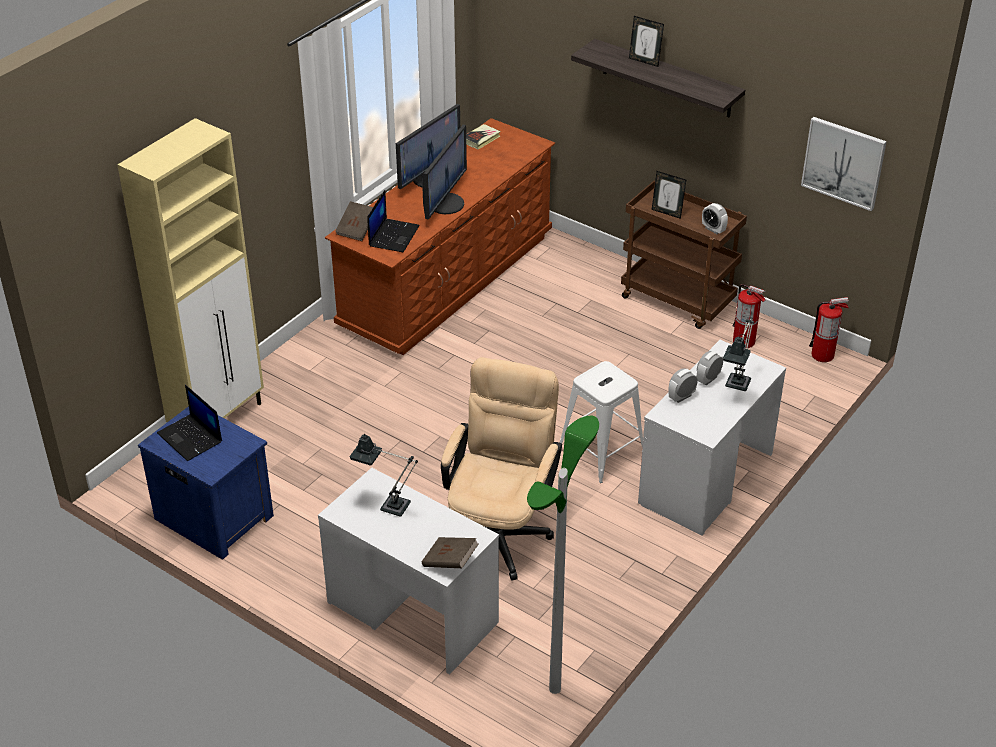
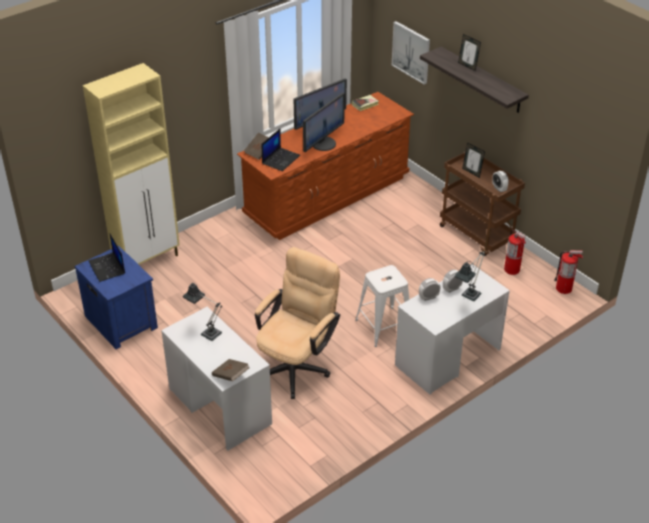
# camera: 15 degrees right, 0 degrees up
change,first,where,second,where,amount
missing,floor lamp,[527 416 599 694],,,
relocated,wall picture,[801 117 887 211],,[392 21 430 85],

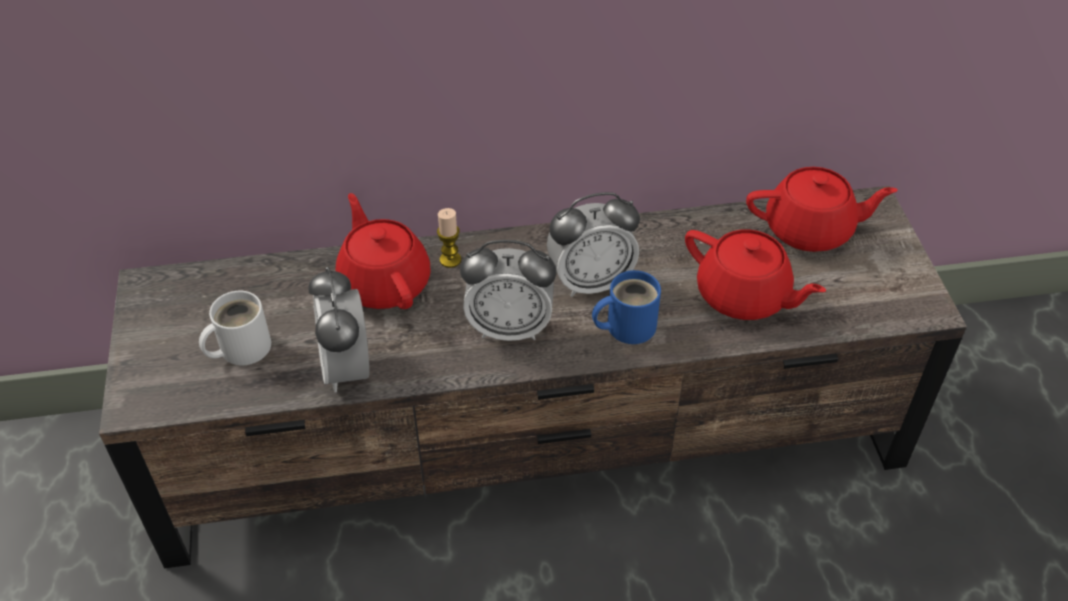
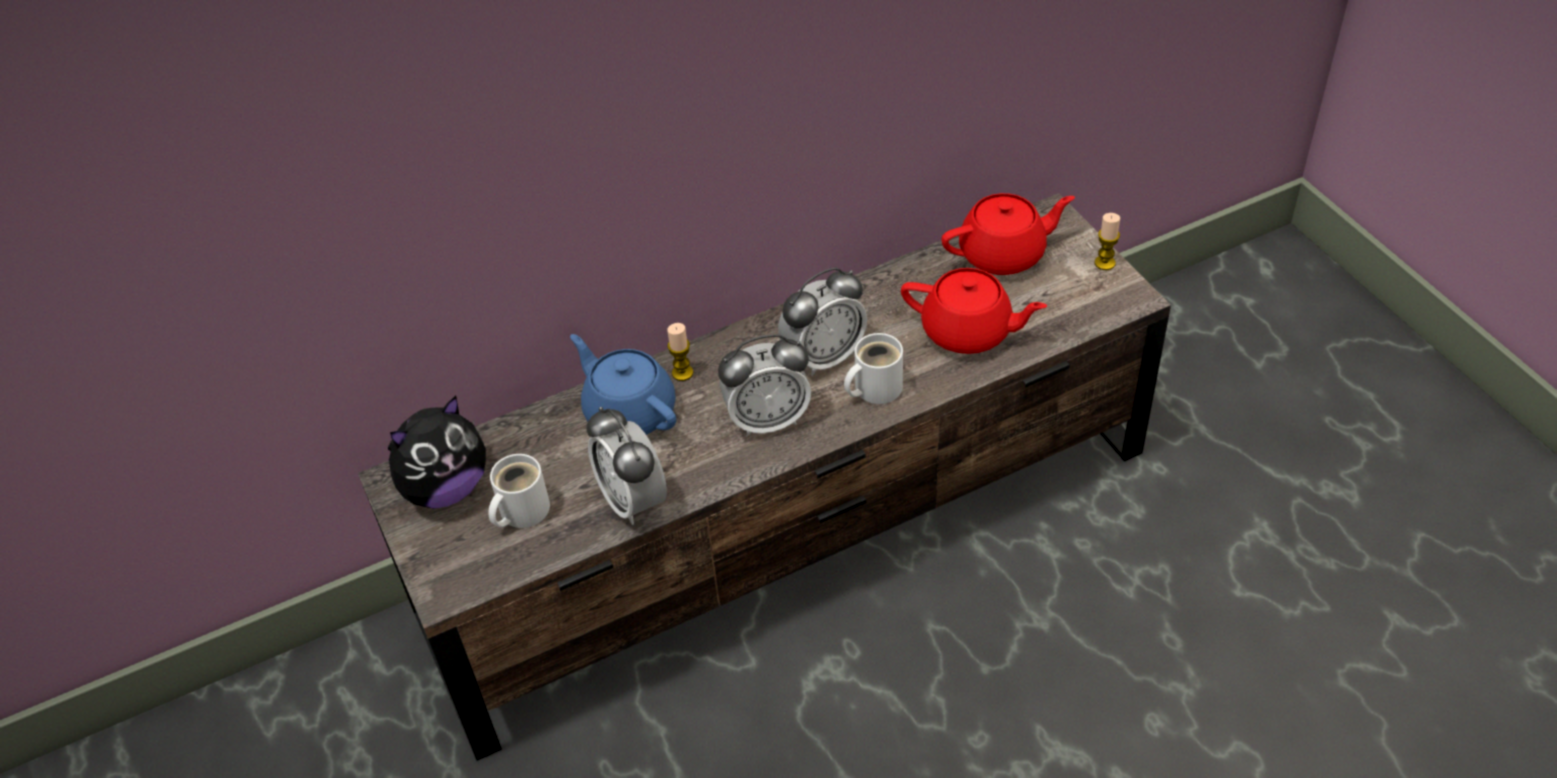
# camera: 15 degrees left, 0 degrees up
change,first,where,second,where,amount
colour,reddish teapot,[335 193 430 309],bluish teapot,[570 334 676 435],
colour,bluish coffee mug,[592 270 661 344],whitish coffee mug,[844 333 903 404],
appeared,,,cuddly toy,[388 396 486 508],
appeared,,,candle,[1095 213 1120 270],

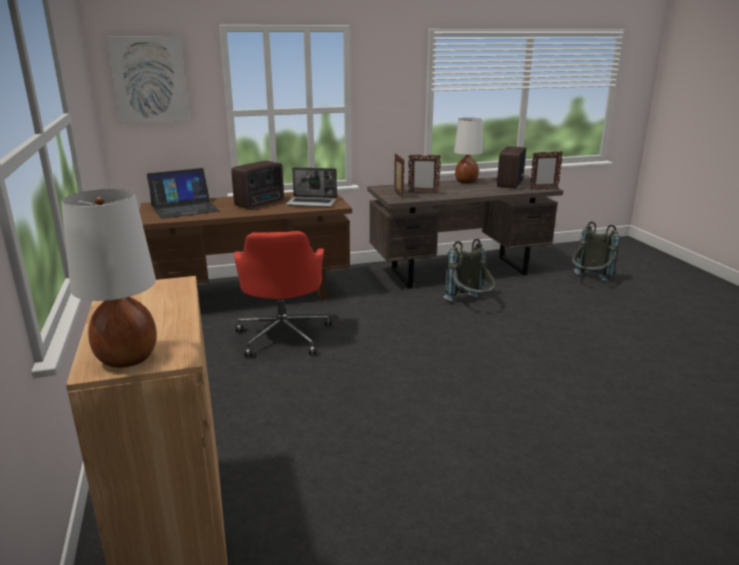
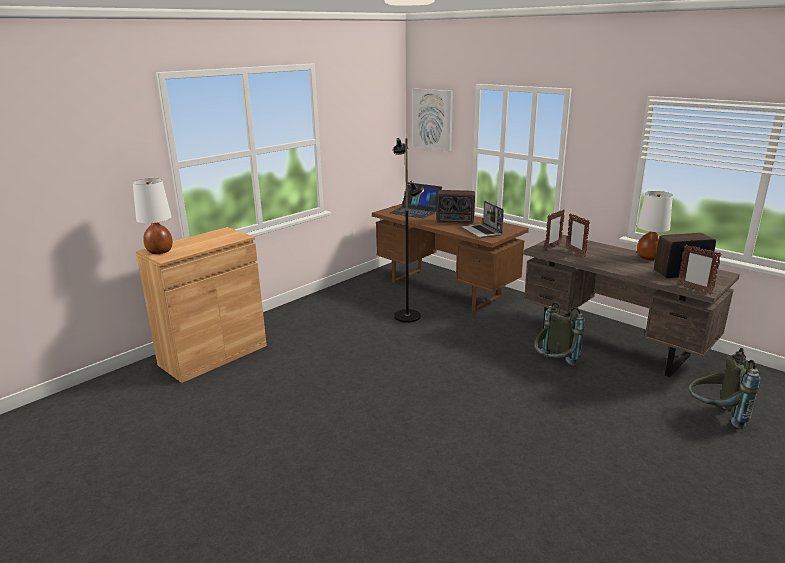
# camera: 60 degrees right, 0 degrees up
change,first,where,second,where,amount
exchanged,reddish desk chair,[234 231 331 357],blackish floor lamp,[393 138 425 323],

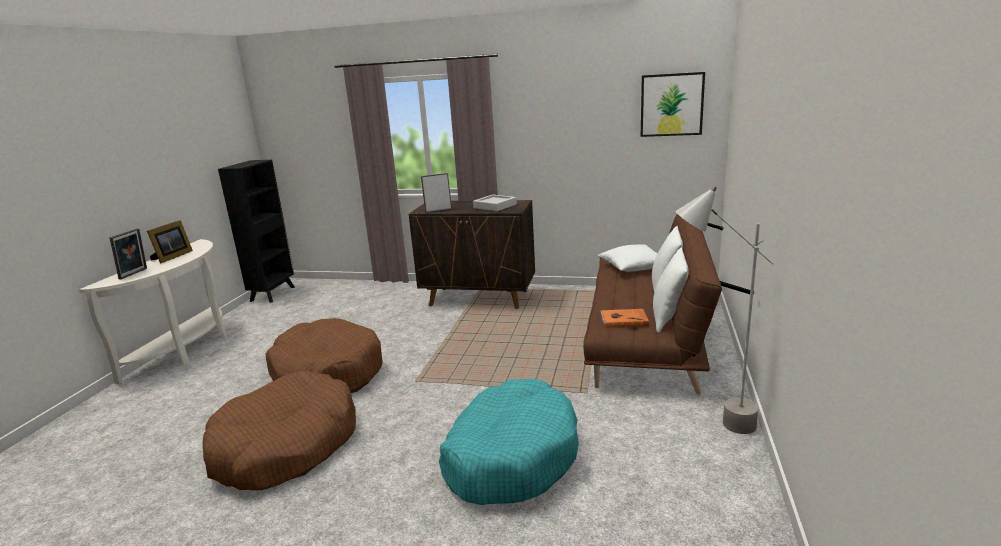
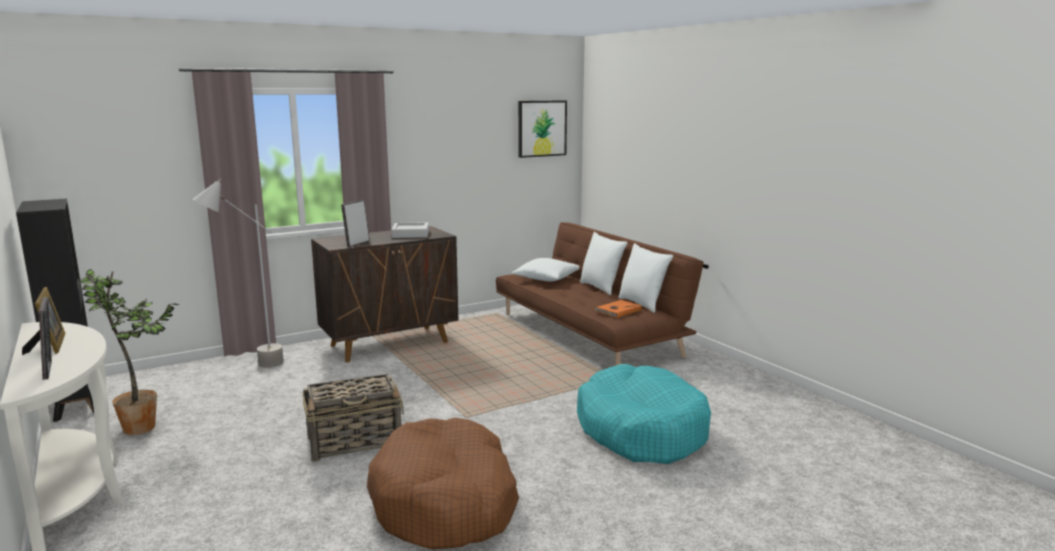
# camera: 45 degrees left, 5 degrees down
change,first,where,second,where,amount
exchanged,brown-coloured pet bed,[266 318 383 393],basket,[303 374 404 461],
relocated,grey floor lamp,[676 186 774 434],,[192 179 284 368],
appeared,,,plant in a pot,[79 269 180 435],

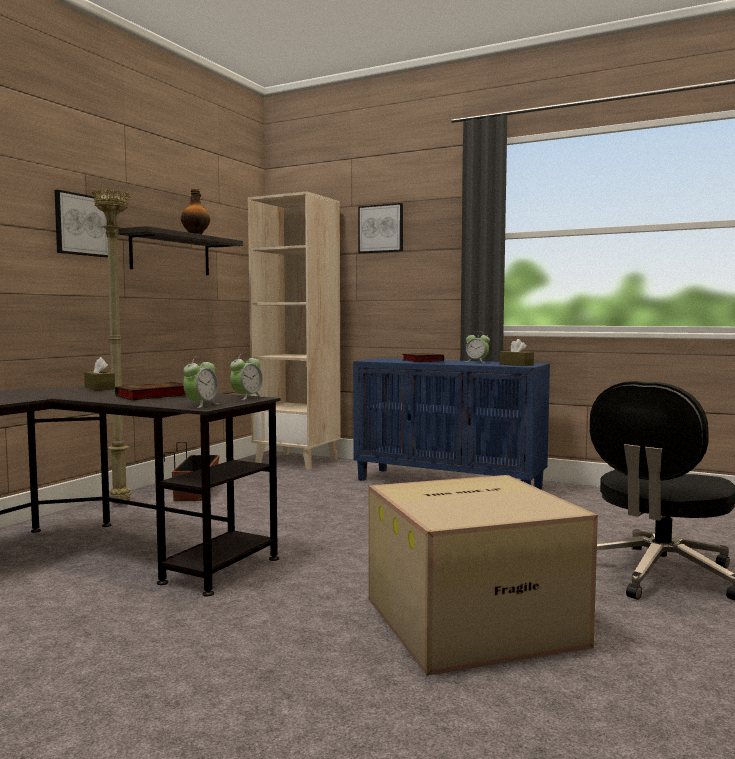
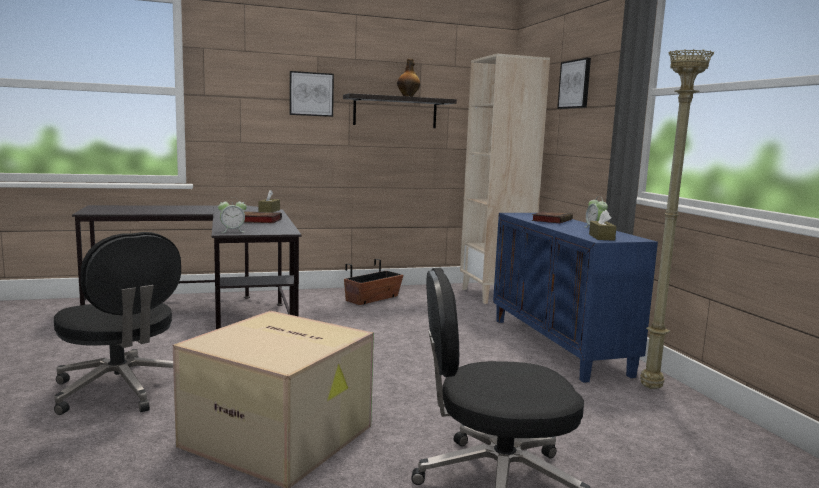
# camera: 45 degrees right, 5 degrees up
change,first,where,second,where,amount
relocated,sand-coloured floor lamp,[91 189 131 505],,[640 49 714 389],
missing,bedside clock,[230 353 263 400],,,
appeared,,,blackish desk chair,[54 232 181 415],

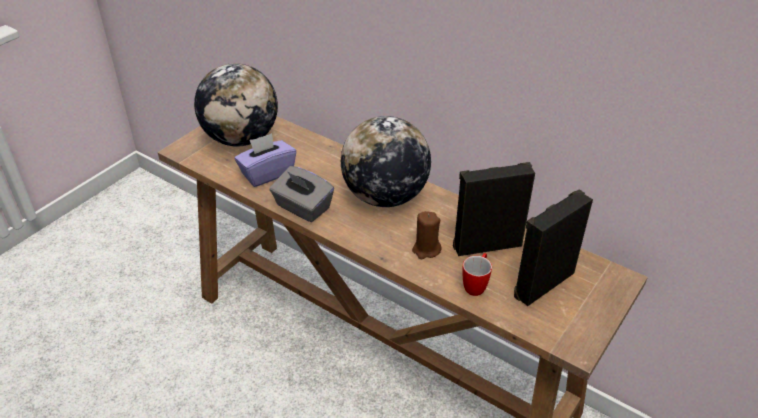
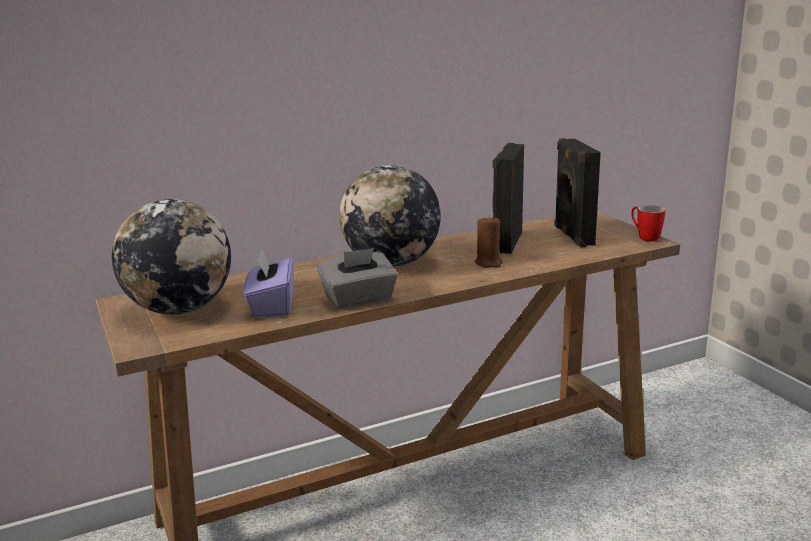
# camera: 60 degrees left, 20 degrees down
change,first,where,second,where,amount
relocated,coffee mug,[462 253 492 296],,[631 205 666 242],

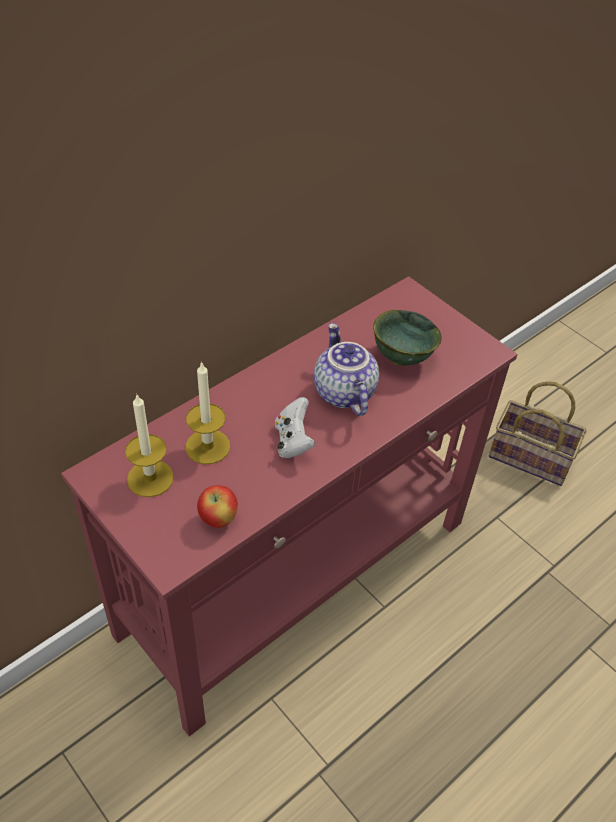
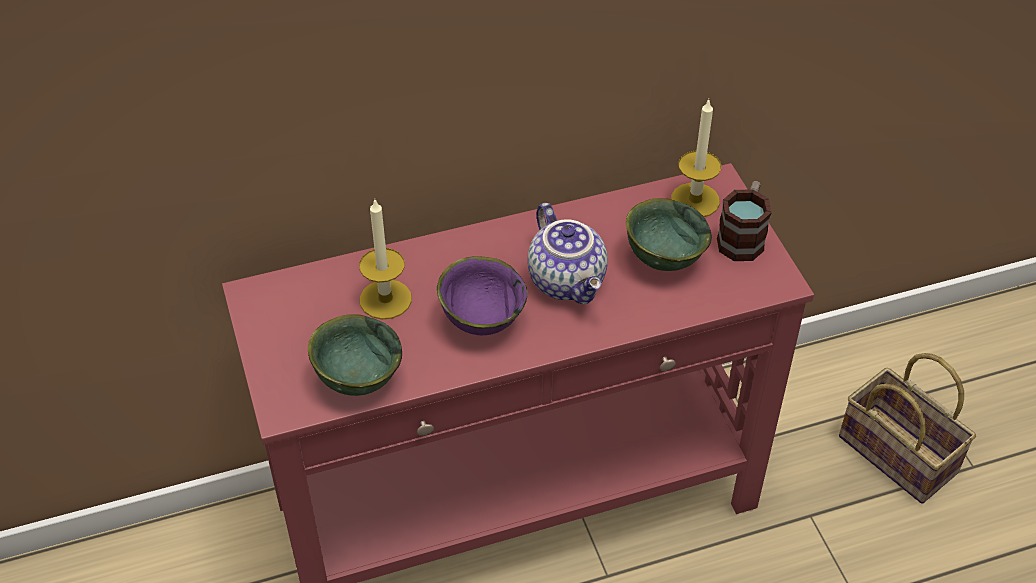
# camera: 25 degrees right, 0 degrees up
change,first,where,second,where,amount
relocated,candle,[125 393 174 497],,[671 98 721 217],
exchanged,apple fruit,[197 485 238 528],greenish serving bowl,[308 314 402 396],
exchanged,whitish game controller,[275 397 315 458],purplish serving bowl,[437 256 528 335],
spun,teapot,[314 323 379 416],,[528 203 608 304],150 degrees clockwise
appeared,,,coffee mug,[717 181 772 261],

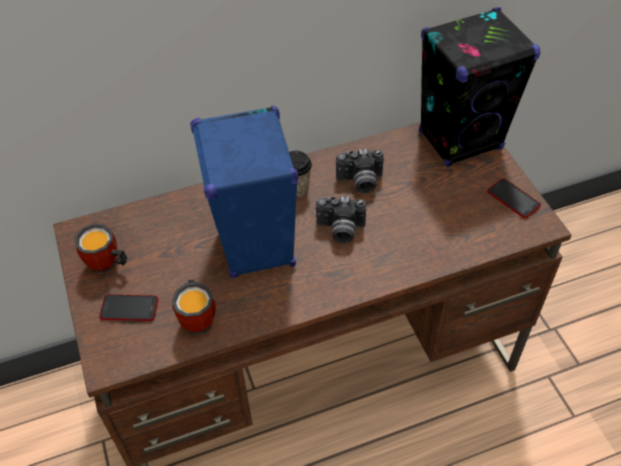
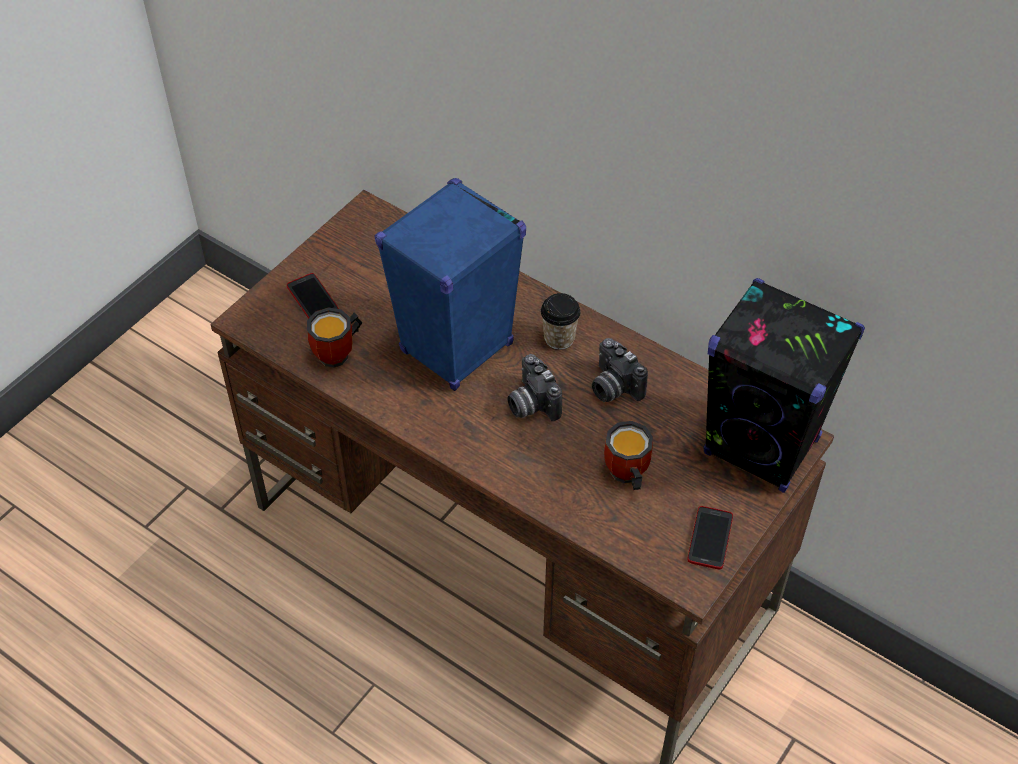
# camera: 55 degrees right, 0 degrees up
change,first,where,second,where,amount
relocated,coffee mug,[75 223 128 274],,[604 421 653 490],

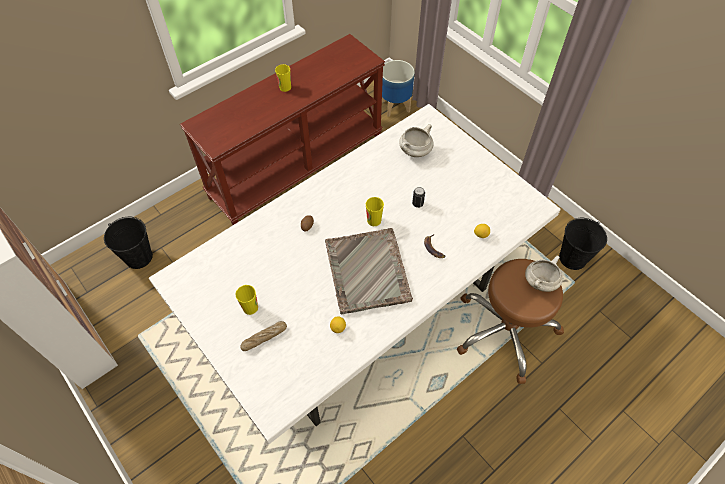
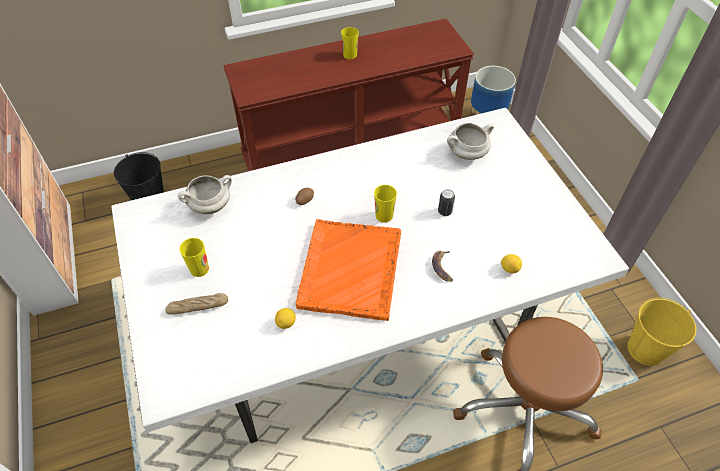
# camera: 20 degrees right, 5 degrees down
change,first,where,second,where,amount
colour,grey tray,[325 228 413 314],orange-coloured tray,[296 219 401 321],
relocated,whitish cooking pot,[525 256 563 292],,[178 175 232 214],
colour,blackish pail,[559 218 607 270],yellowish pail,[627 297 696 366],

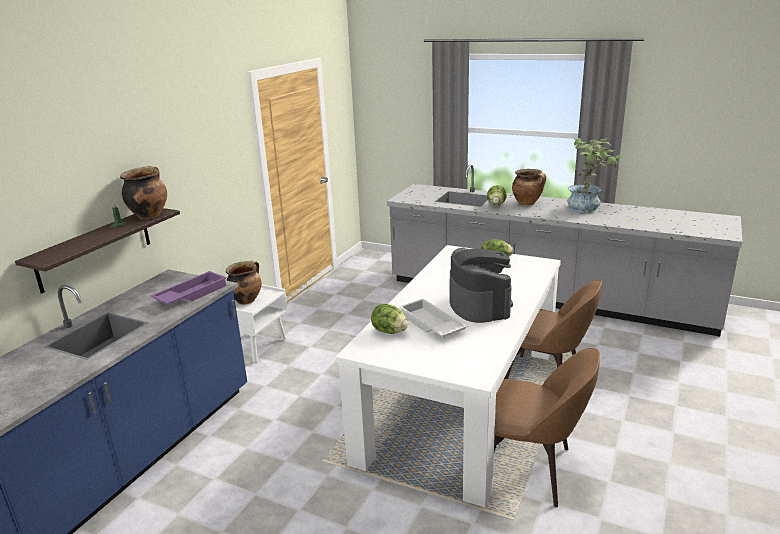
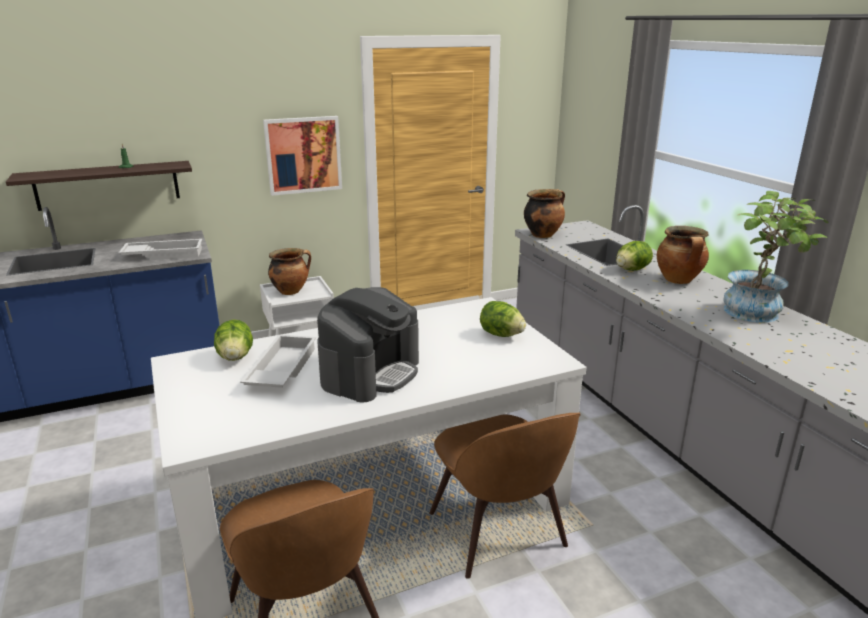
# camera: 40 degrees right, 0 degrees up
change,first,where,second,where,amount
relocated,cooking pot,[120 166 167 219],,[524 189 565 238],
colour,purplish tray,[151 271 227 305],whitish tray,[119 239 202 260],
appeared,,,wall picture,[263 116 342 196],

